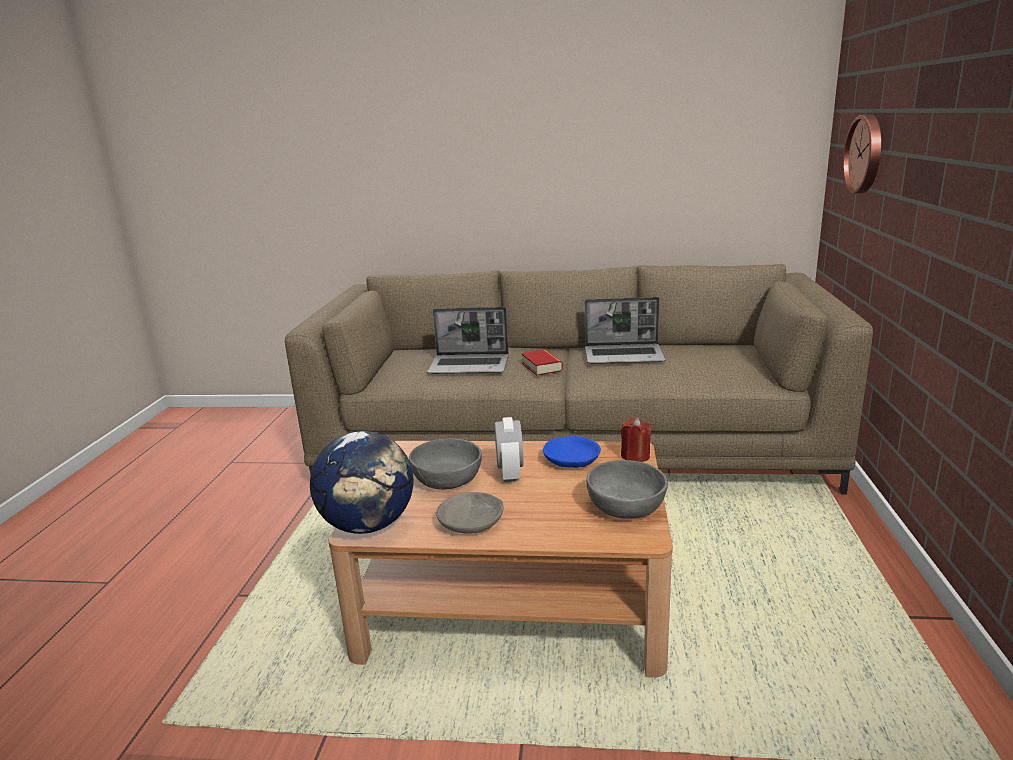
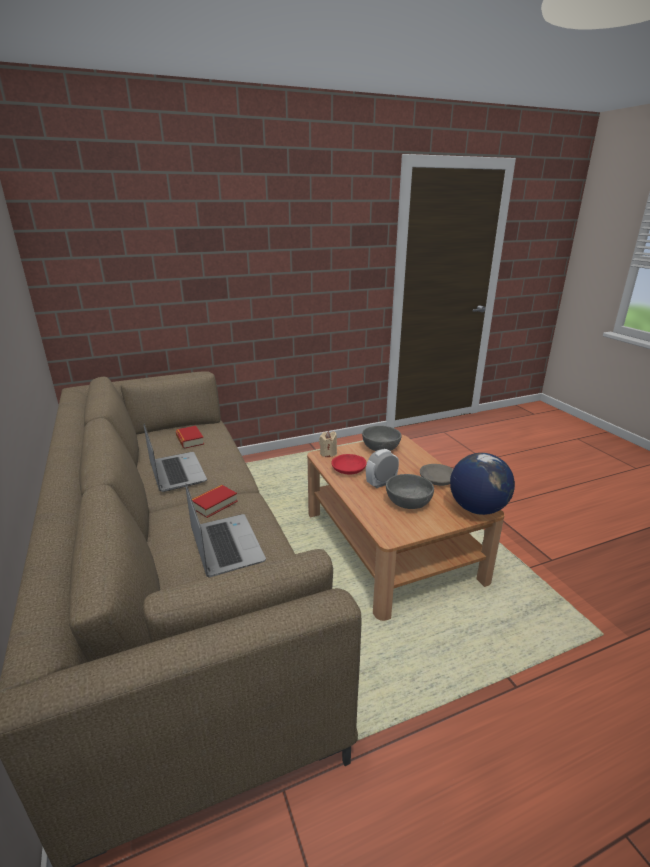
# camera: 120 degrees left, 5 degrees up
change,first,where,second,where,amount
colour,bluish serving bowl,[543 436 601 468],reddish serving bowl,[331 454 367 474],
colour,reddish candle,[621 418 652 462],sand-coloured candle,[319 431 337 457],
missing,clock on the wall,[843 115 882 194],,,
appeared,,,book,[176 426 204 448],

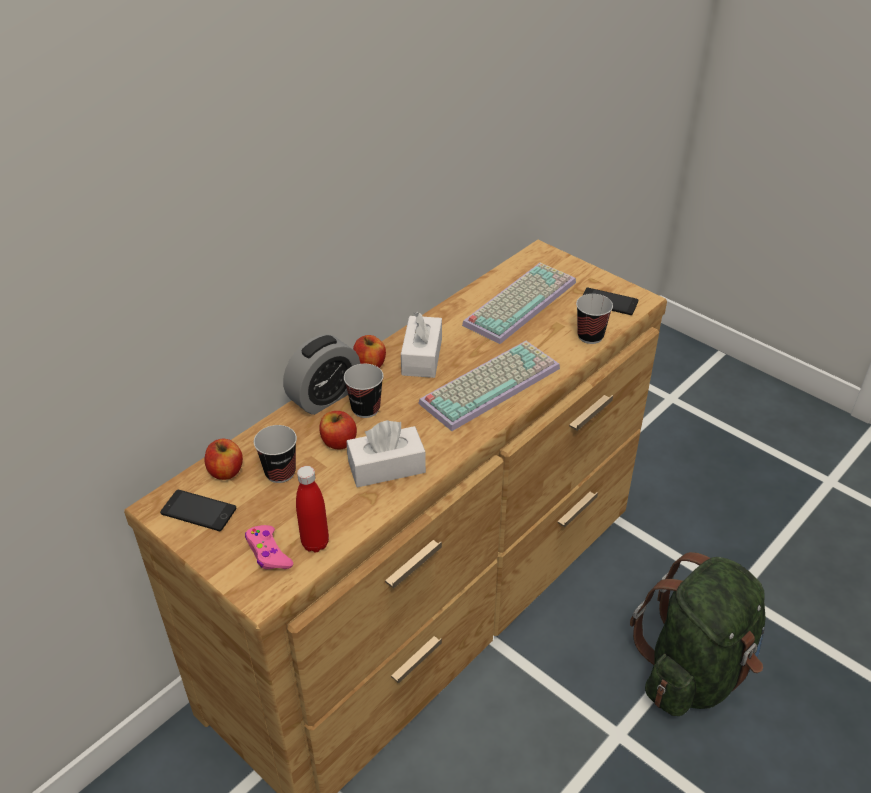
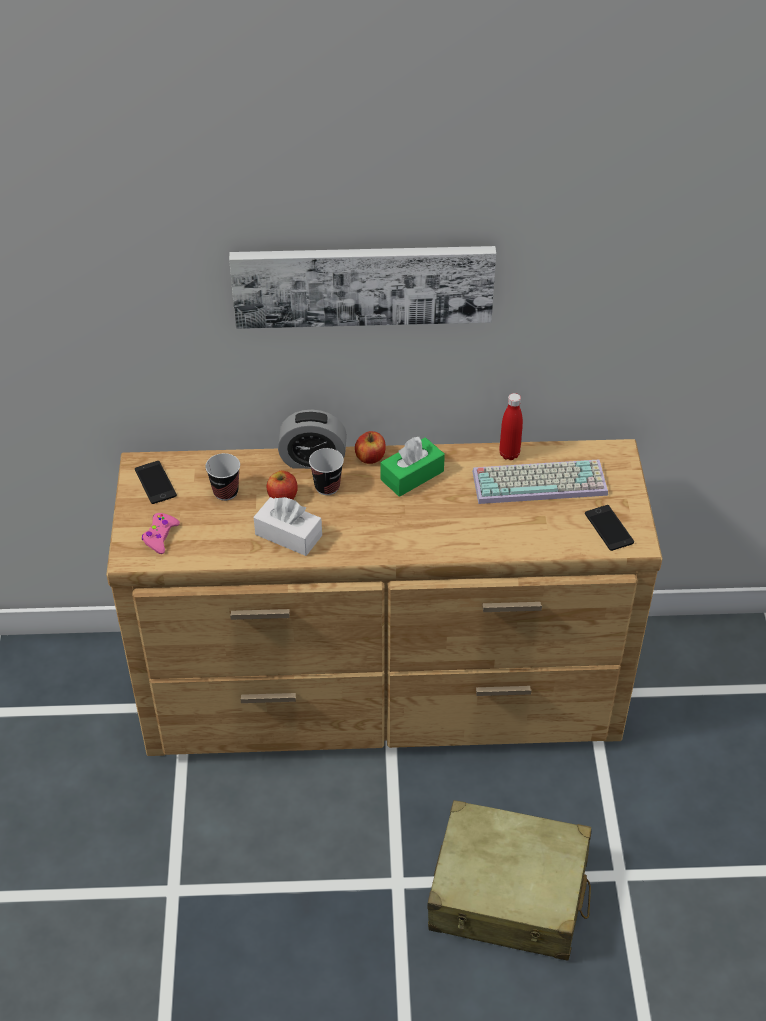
# camera: 45 degrees right, 5 degrees up
change,first,where,second,where,amount
missing,apple fruit,[204 439 243 480],,,
relocated,reddish drink bottle,[296 466 329 552],,[499 393 523 460],
colour,whitish tissue holder,[401 312 442 378],greenish tissue holder,[381 437 445 497],
missing,keyboard,[418 341 560 431],,,
missing,small cup,[576 294 613 344],,,
exchanged,greenish rucksack,[630 552 766 716],sand-coloured suitcase,[427 800 591 960],
appeared,,,wall picture,[229 246 496 329],

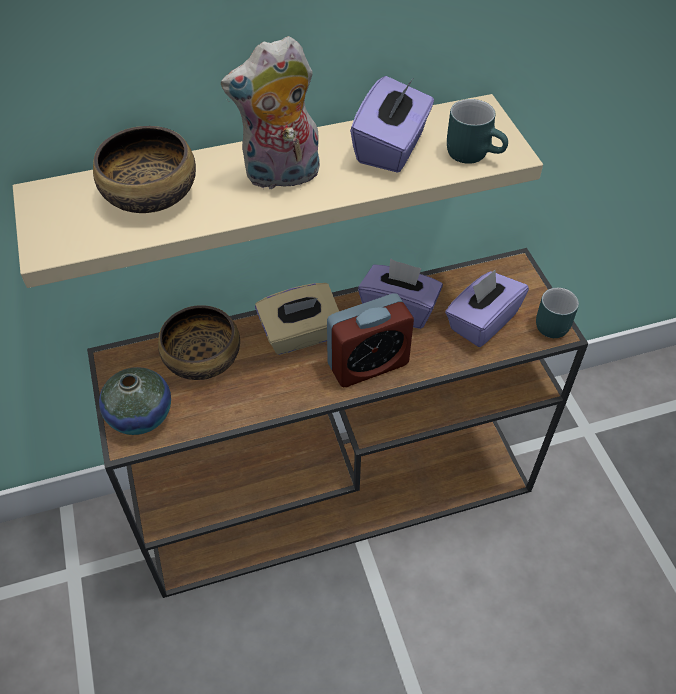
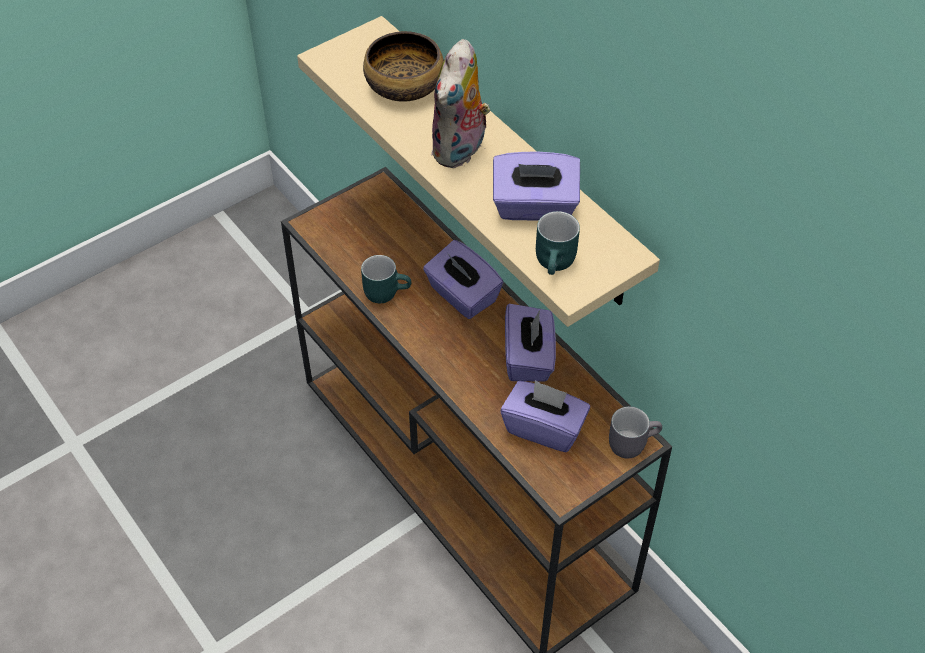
# camera: 70 degrees right, 0 degrees up
change,first,where,second,where,amount
missing,flower vase,[99 367 171 435],,,
missing,serving bowl,[158 305 240 380],,,
spun,cuddly toy,[221 36 320 190],,[431 39 490 168],120 degrees counterclockwise
colour,sand-coloured tissue holder,[255 283 339 355],purplish tissue holder,[423 240 503 319],
missing,bedside clock,[327 293 414 387],,,
relocated,turquoise coffee mug,[536 287 579 338],,[361 255 411 303],
appeared,,,grey coffee mug,[609 406 662 458],

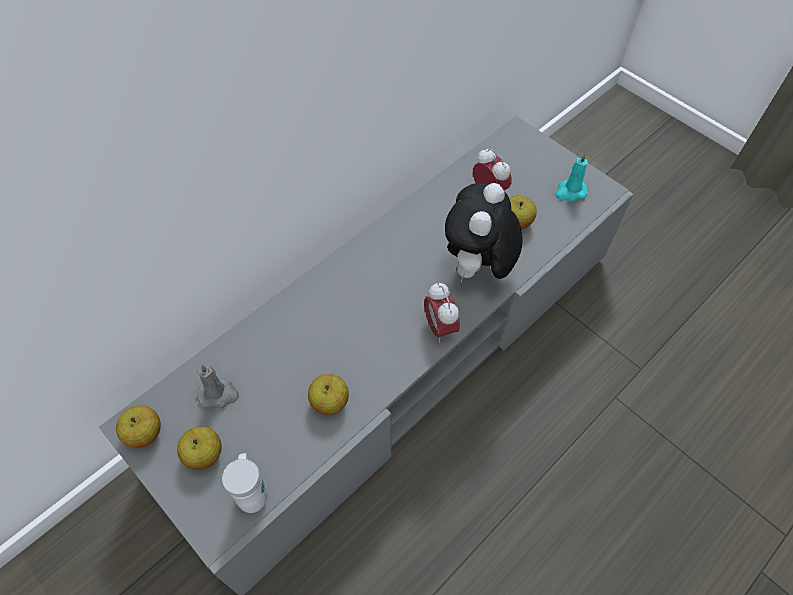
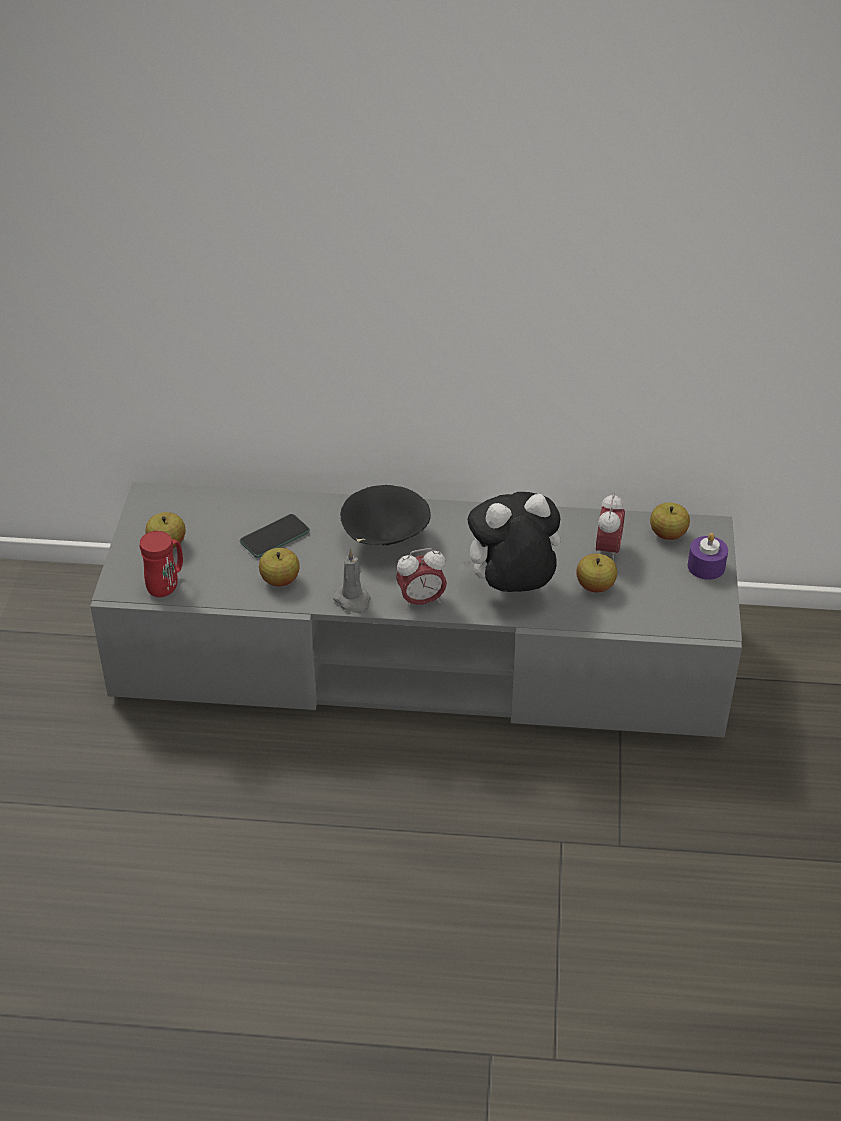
# camera: 50 degrees right, 15 degrees down
change,first,where,second,where,amount
relocated,apple fruit,[116 405 161 448],,[650 503 690 540],
relocated,grey candle,[197 364 239 409],,[333 549 371 614],
colour,whitish coffee mug,[222 453 267 513],reddish coffee mug,[140 531 183 597],
spun,bedside clock,[424 282 460 343],,[396 548 447 610],135 degrees counterclockwise
missing,turquoise candle,[555 153 588 202],,,
appeared,,,handset,[240 514 310 558],
appeared,,,blackish serving bowl,[340 485 431 545],
appeared,,,purplish candle,[688 533 728 580],

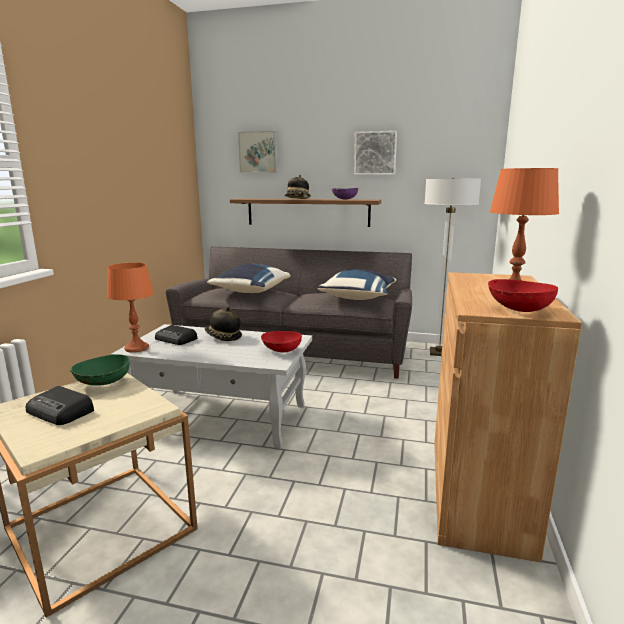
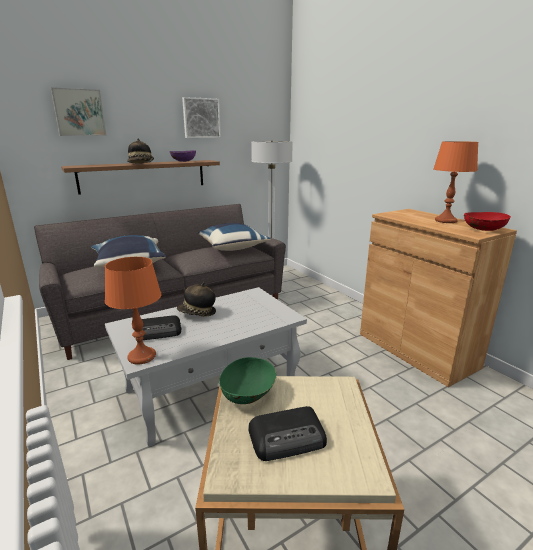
# camera: 45 degrees left, 5 degrees up
change,first,where,second,where,amount
missing,reddish serving bowl,[261 331 302 352],,,

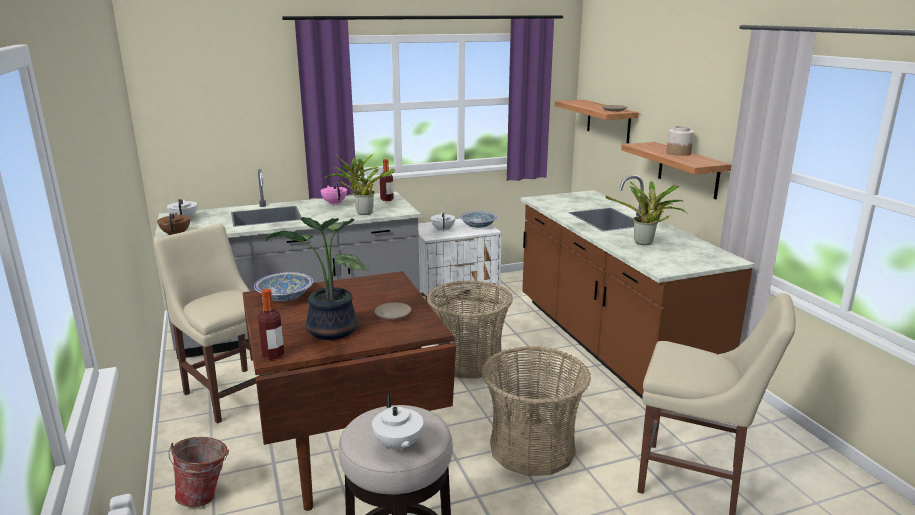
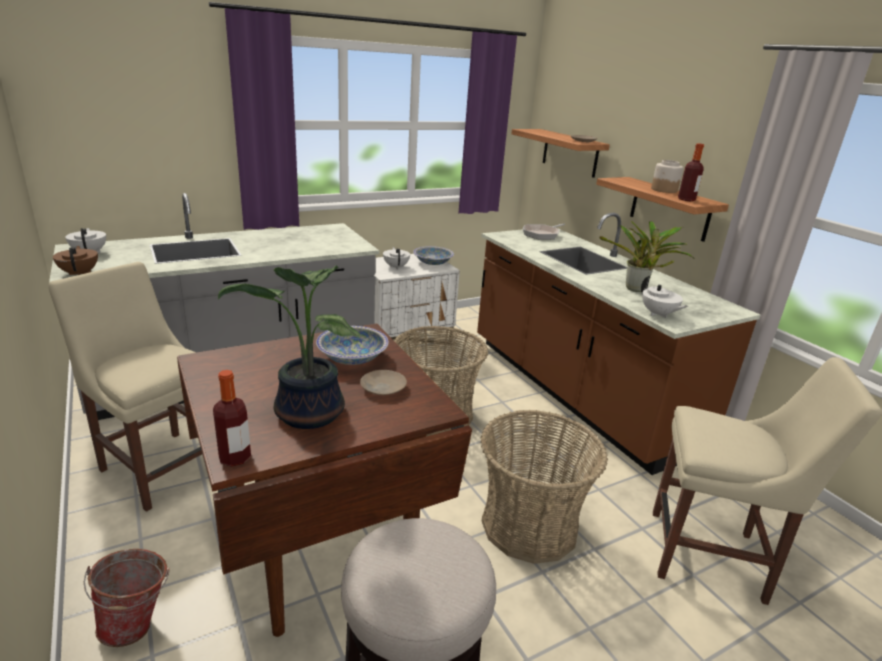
# camera: 10 degrees left, 5 degrees up
change,first,where,second,where,amount
relocated,serving bowl,[254 272 313 301],,[316 326 389 365],
missing,pinkish teapot,[321 184 347 205],,,
missing,plant in a pot,[325 154 395 215],,,
relocated,whitish teapot,[372 393 423 453],,[641 276 688 318],
relocated,drink bottle,[380 159 394 201],,[678 143 704 201],
appeared,,,frying pan,[523 223 565 240],

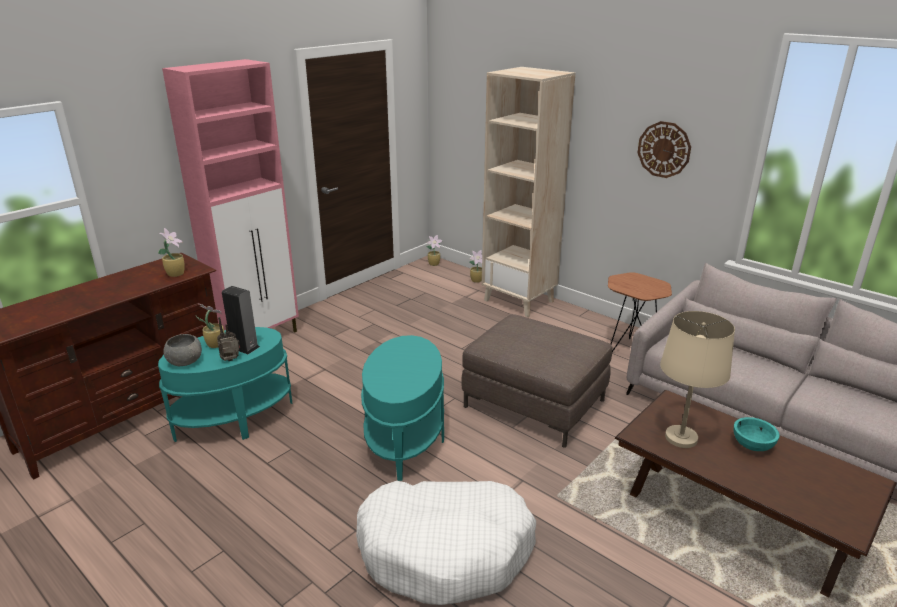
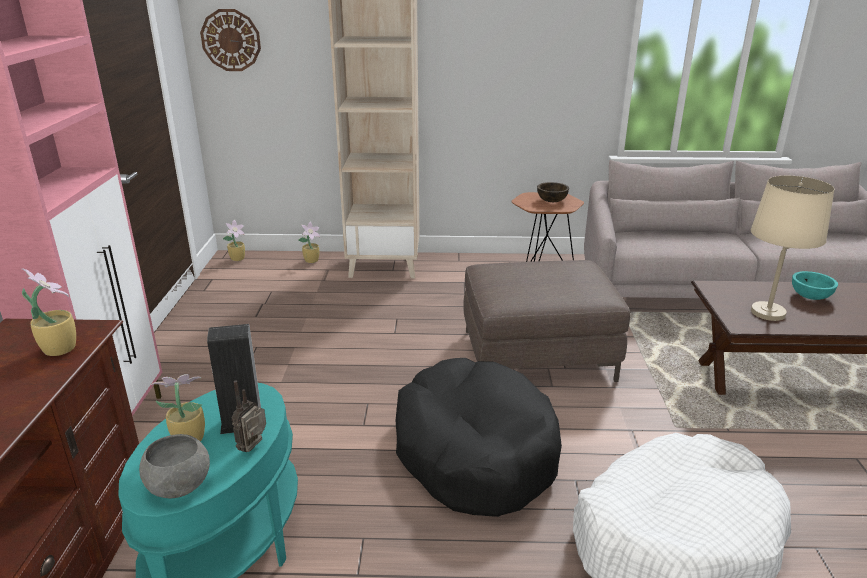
# camera: 40 degrees left, 0 degrees up
change,first,where,second,where,amount
exchanged,turquoise side table,[361 335 444 481],blackish pet bed,[396 358 562 517],
relocated,clock on the wall,[637 121 691 178],,[200 9 261 71],
appeared,,,brown-coloured serving bowl,[537 182 569 202],

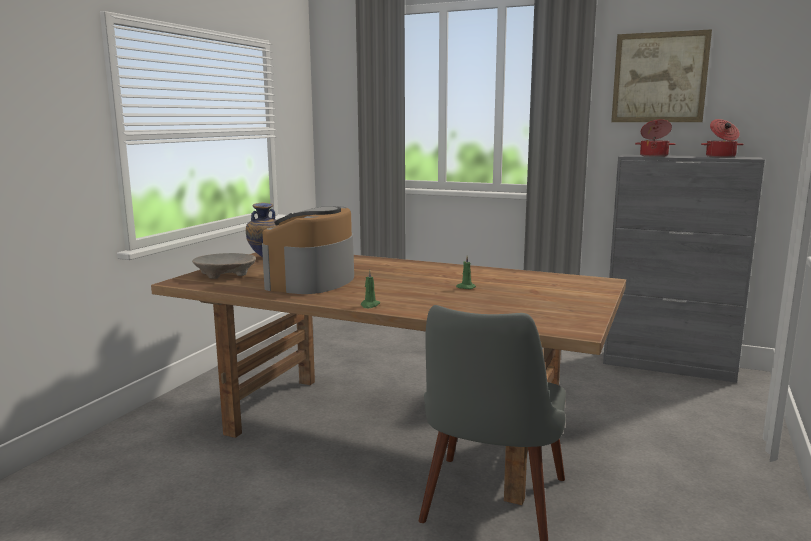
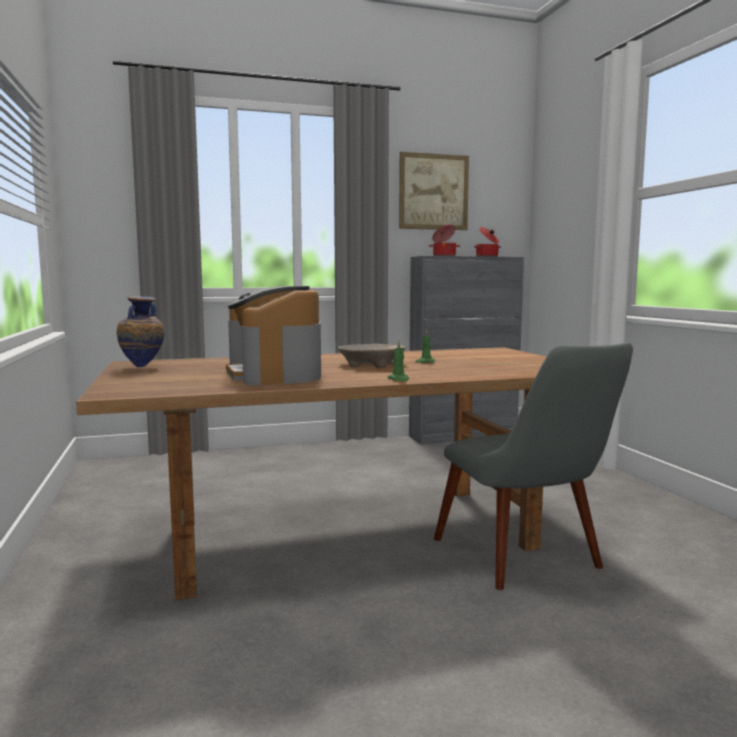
# camera: 40 degrees left, 5 degrees down
change,first,where,second,where,amount
relocated,sand-coloured serving bowl,[192 253 256 279],,[338 344 405 368],

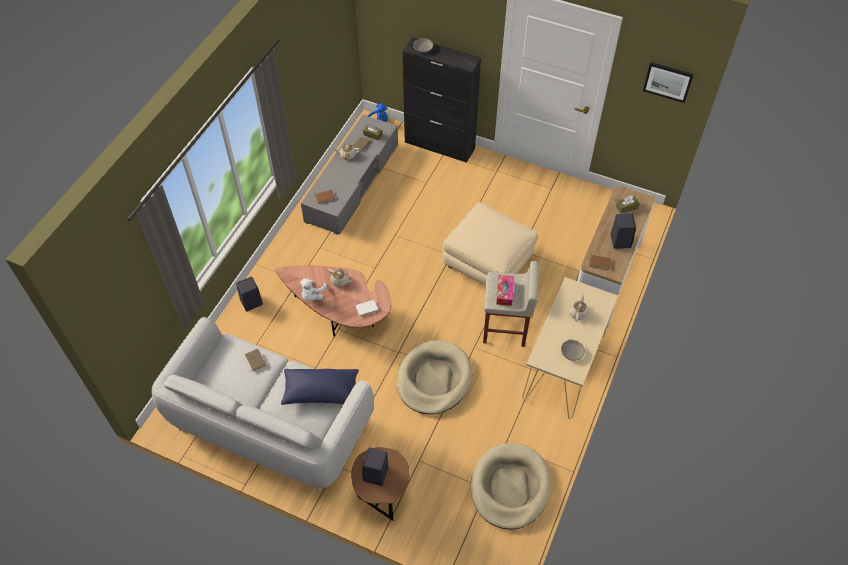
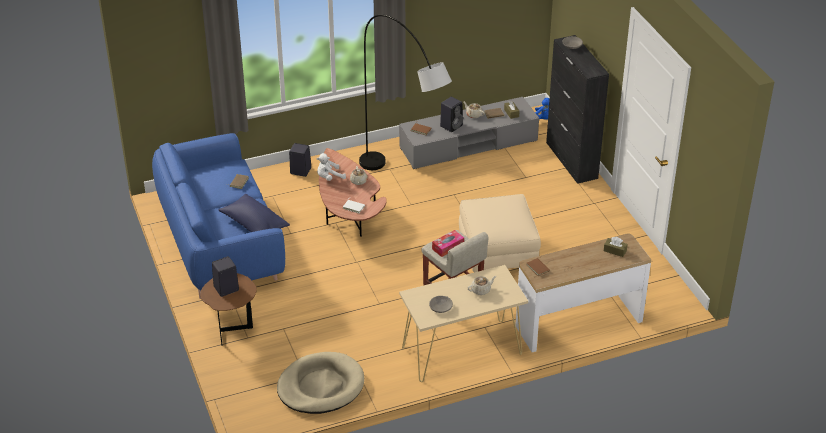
# camera: 45 degrees right, 15 degrees down
change,first,where,second,where,amount
colour,grey settee,[152 317 374 492],bluish settee,[152 133 285 299],
missing,sand-coloured pet bed,[397 340 472 415],,,
relocated,blackish loudspeaker,[611 214 636 249],,[440 97 463 132],
missing,wall picture,[643 62 694 103],,,
appeared,,,grey floor lamp,[359 14 452 170],

